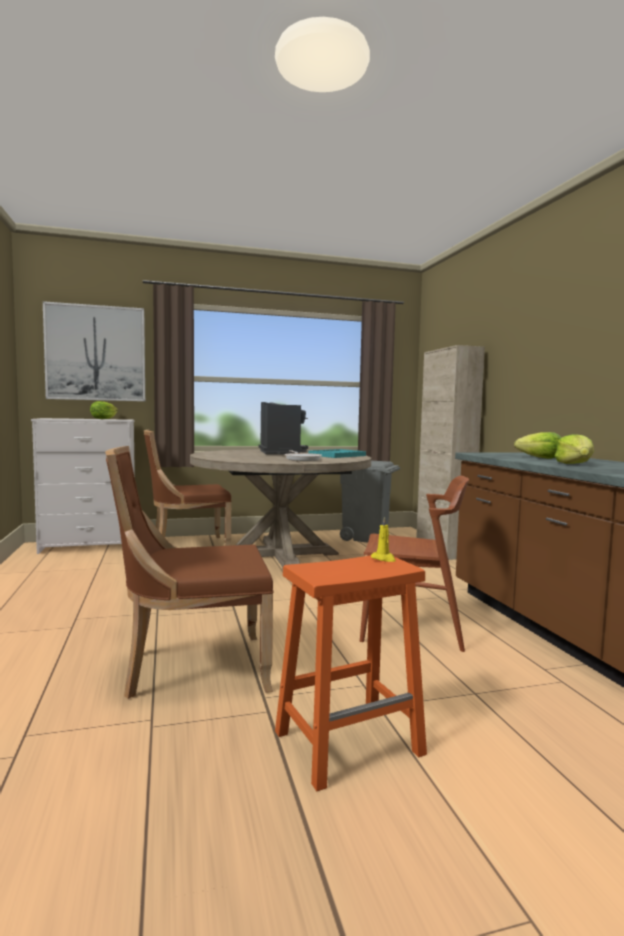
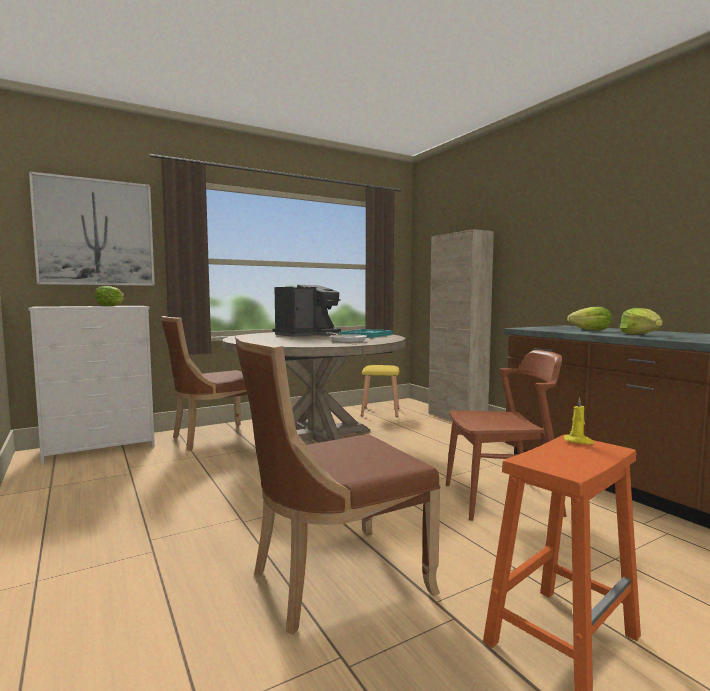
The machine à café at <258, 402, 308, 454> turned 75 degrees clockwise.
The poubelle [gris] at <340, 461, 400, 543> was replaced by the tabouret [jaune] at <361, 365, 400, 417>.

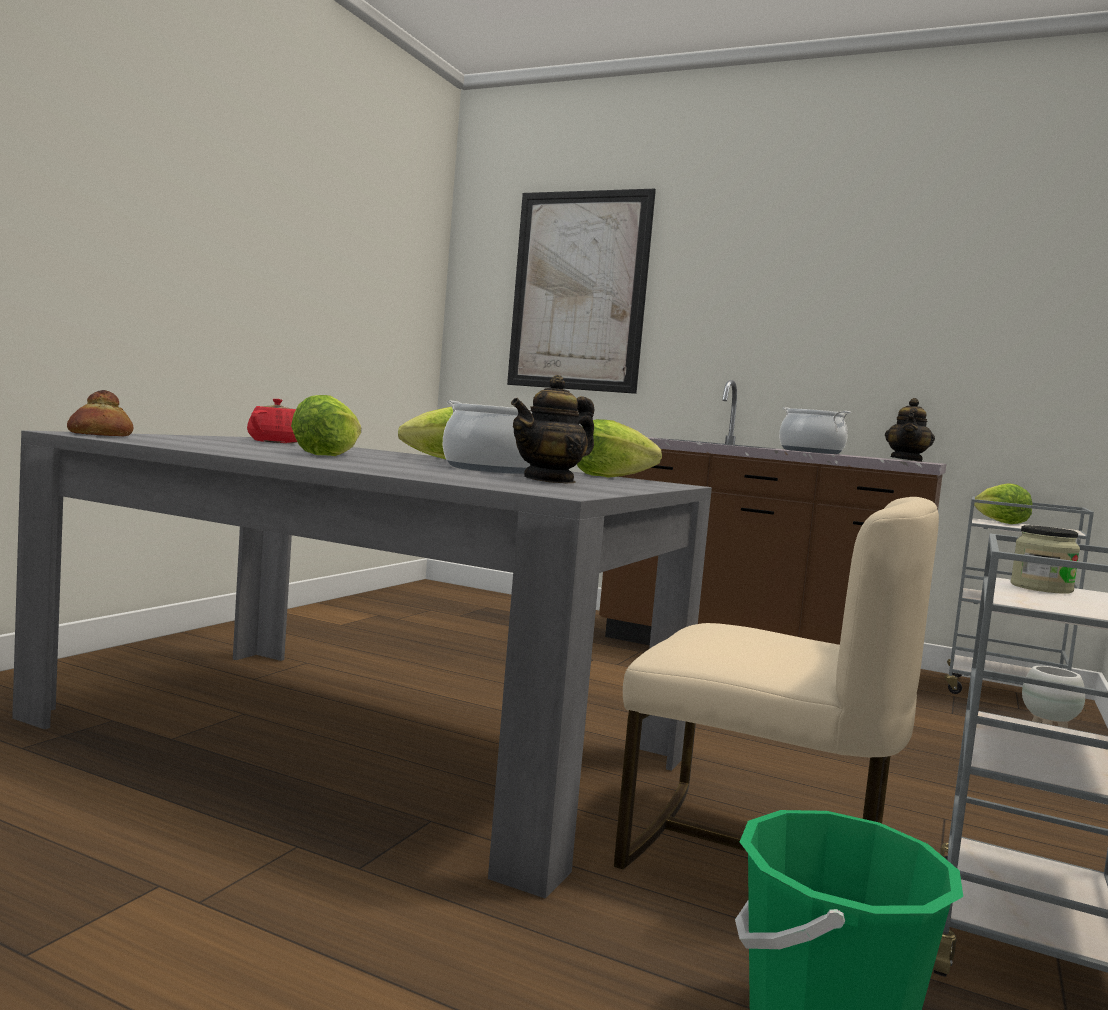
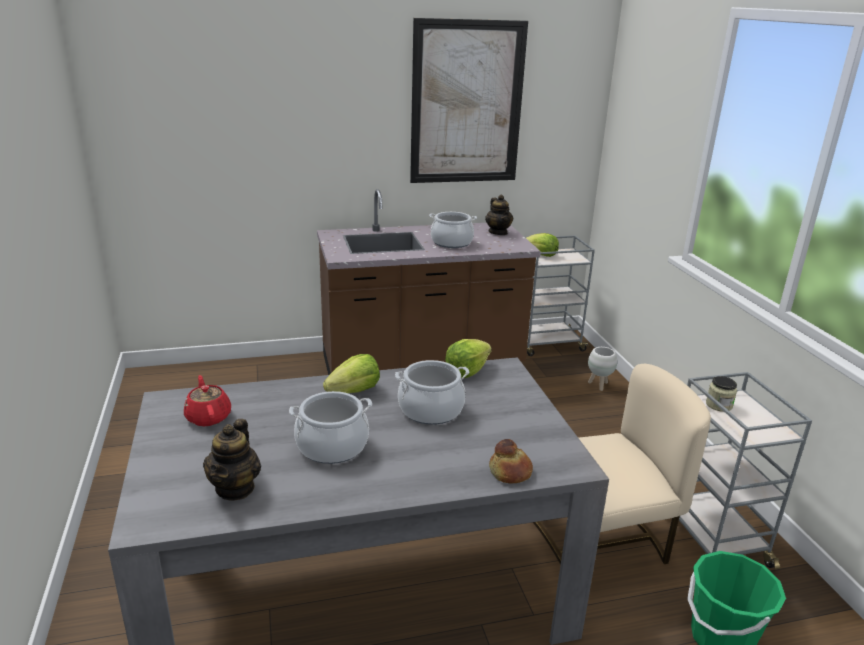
The pain moved from <67, 390, 133, 436> to <489, 439, 533, 483>.
The laitue at <291, 395, 361, 456> was replaced by the marmite at <289, 391, 372, 464>.
The tableau moved from <507, 189, 656, 394> to <410, 18, 528, 183>.
The théière moved from <511, 375, 595, 483> to <203, 419, 261, 501>.

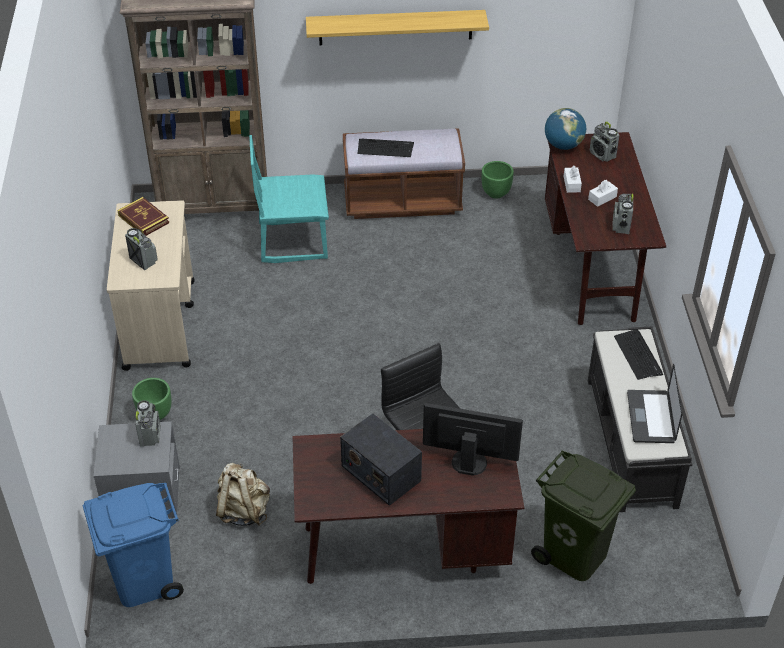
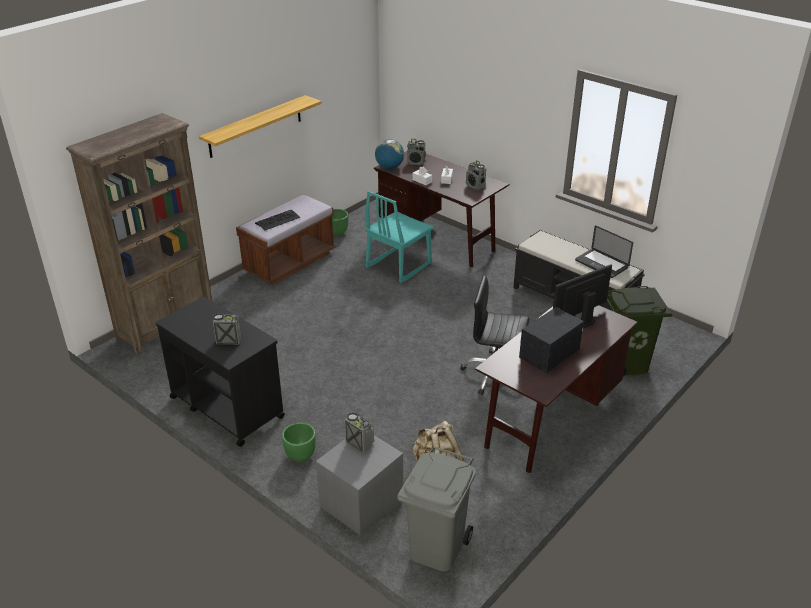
The poubelle [bleu] at <83, 483, 184, 607> became the poubelle [gris] at <397, 446, 476, 571>.
The chariot [beige] at <107, 200, 195, 371> became the chariot [noir] at <155, 297, 285, 447>.
The livre at <117, 197, 169, 236> disappeared.
The chaise [turquoise] moved from <249, 135, 329, 263> to <365, 191, 434, 283>.
The radio at <340, 413, 422, 506> turned 135 degrees clockwise.
The clavier at <614, 329, 663, 380> disappeared.

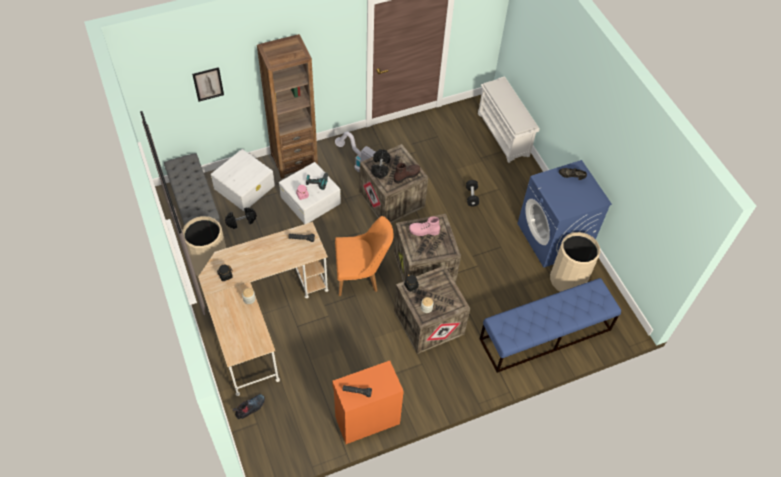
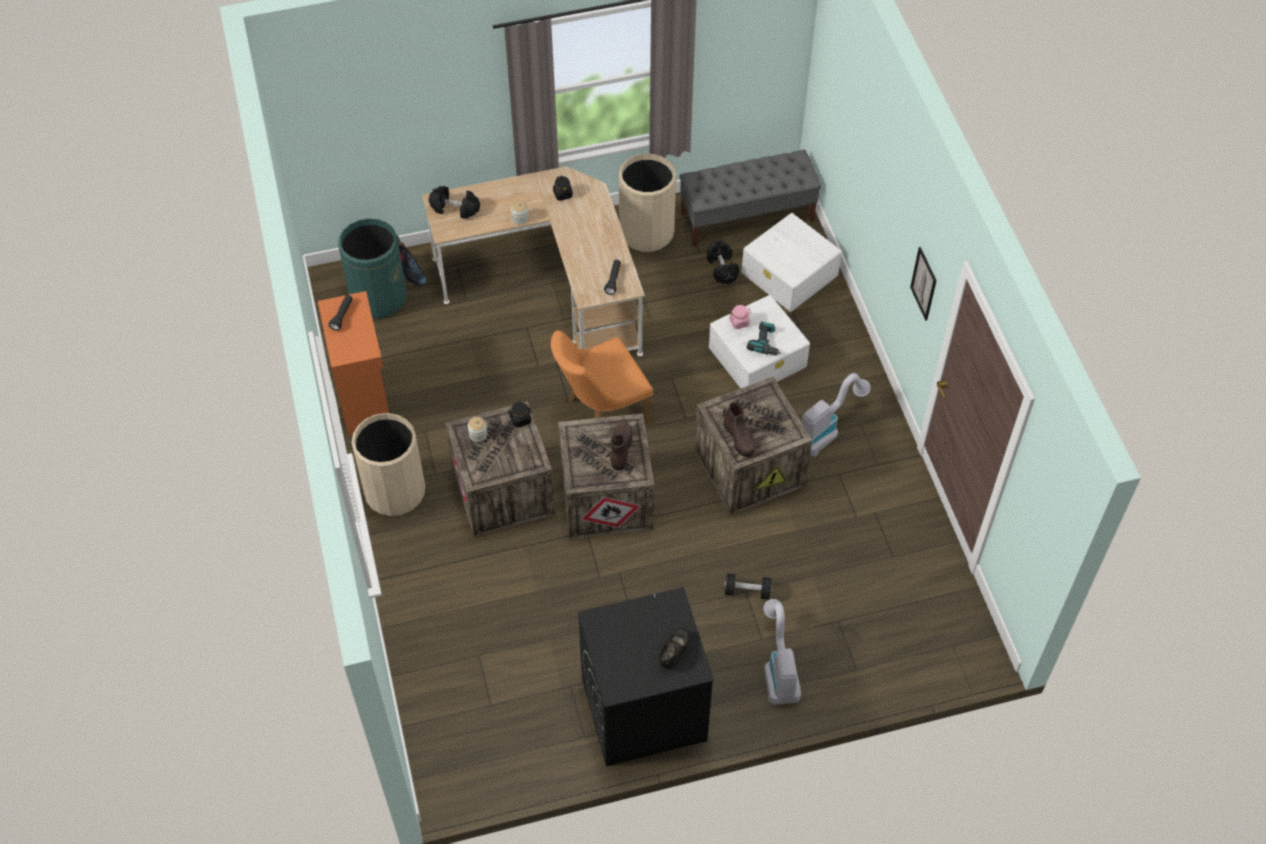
The tableau moved from <192, 67, 224, 102> to <910, 247, 937, 321>.
The bibliothèque [marron] at <257, 34, 318, 179> disappeared.
The chaise [orange] at <335, 216, 394, 296> turned 60 degrees clockwise.
The haltère [noir] moved from <371, 149, 390, 178> to <429, 186, 480, 219>.
The botte [rose] at <409, 217, 440, 236> became the botte [marron] at <611, 422, 633, 471>.
The étagère à chaussures [blanc] at <478, 76, 540, 163> disappeared.
The banc [bleu] at <480, 278, 621, 373> disappeared.
The lave-linge [bleu] at <517, 160, 612, 267> became the lave-linge [noir] at <578, 587, 714, 766>.
The poubelle [beige] moved from <550, 232, 600, 292> to <352, 413, 425, 516>.
The poubelle [vert] at <338, 219, 406, 319> appeared.
The aspirateur at <763, 599, 801, 705> appeared.

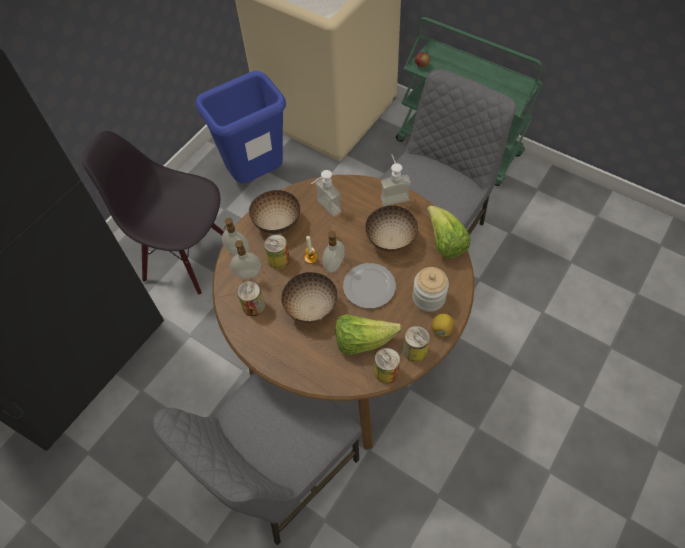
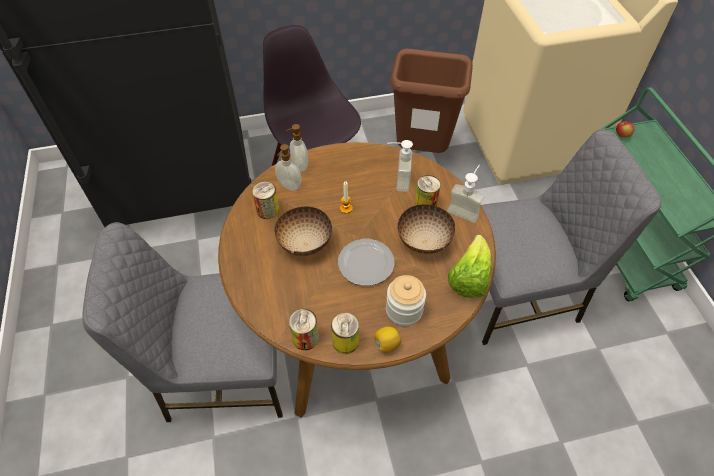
The poubelle [bleu] at <195, 71, 286, 183> became the poubelle [marron] at <390, 49, 473, 153>.
The bol at <249, 190, 300, 234> disappeared.
The boîte métallique moved from <264, 234, 290, 269> to <415, 175, 441, 206>.
The distributeur de savon at <323, 231, 345, 272> disappeared.
The laitue at <335, 314, 402, 355> disappeared.

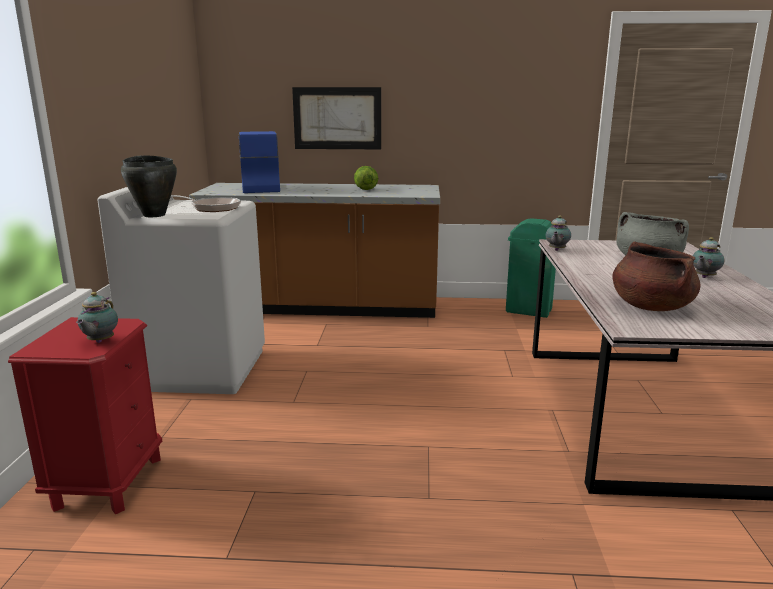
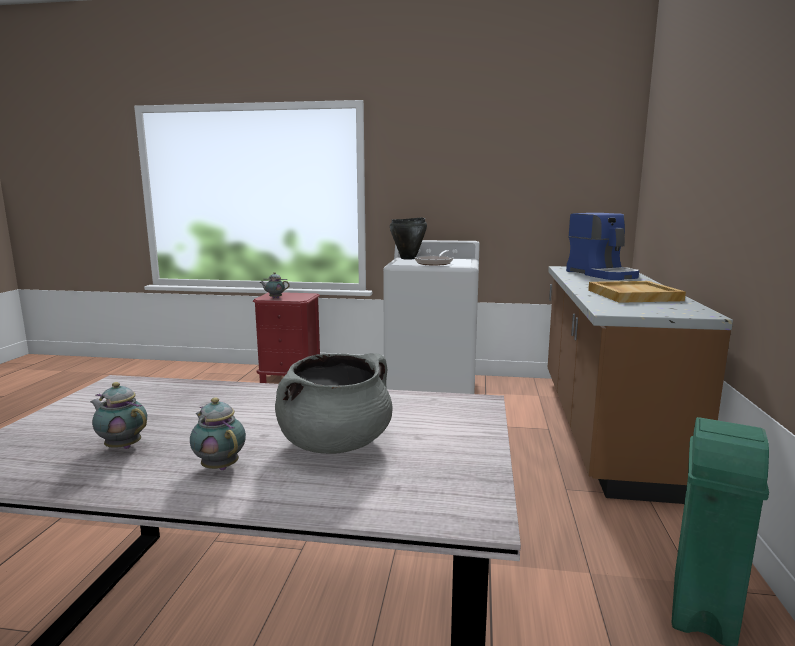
The machine à café at <239, 131, 280, 193> turned 75 degrees clockwise.
The tableau at <292, 87, 381, 149> disappeared.
The laitue at <354, 166, 378, 190> was replaced by the plateau [beige] at <588, 281, 686, 303>.
The théière moved from <546, 215, 571, 251> to <90, 382, 147, 449>.
The marmite [marron] at <613, 241, 700, 311> disappeared.

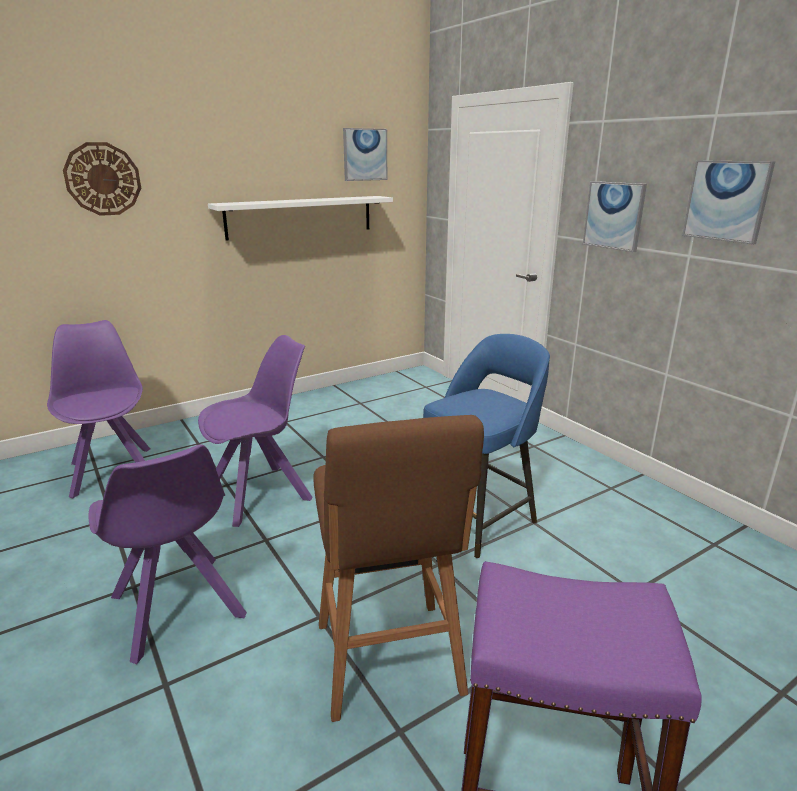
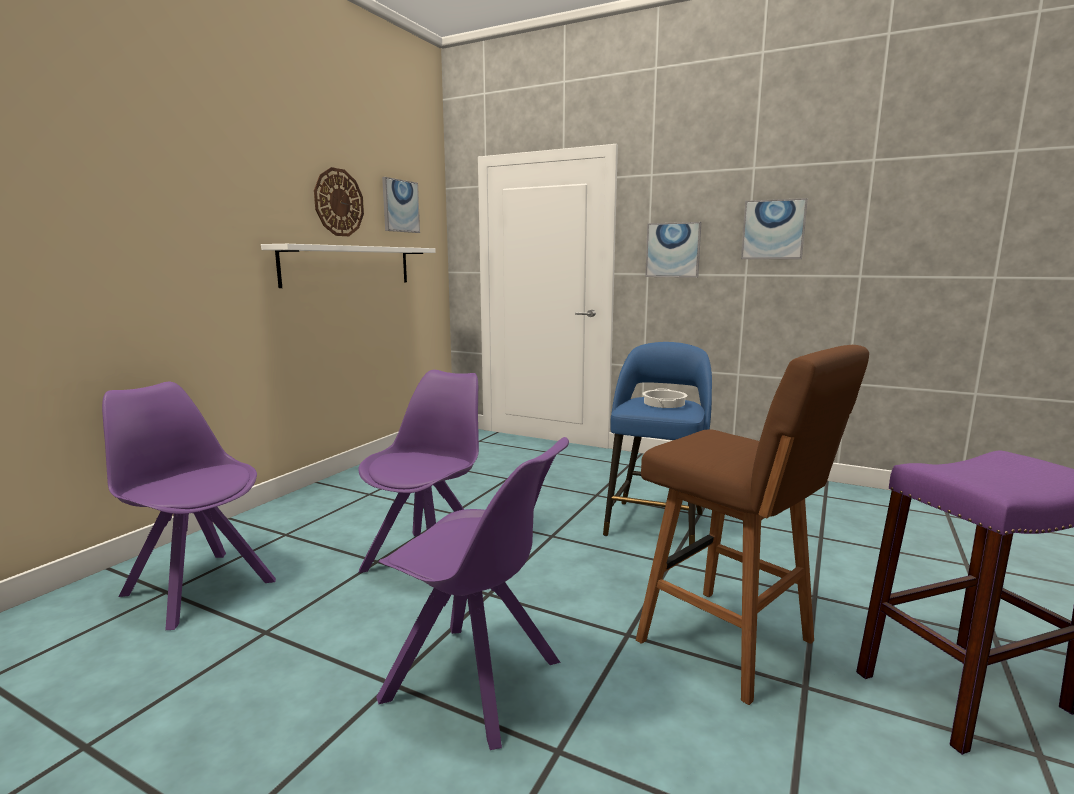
The horloge murale moved from <63, 142, 141, 216> to <314, 167, 364, 236>.
The marmite at <642, 389, 687, 408> appeared.

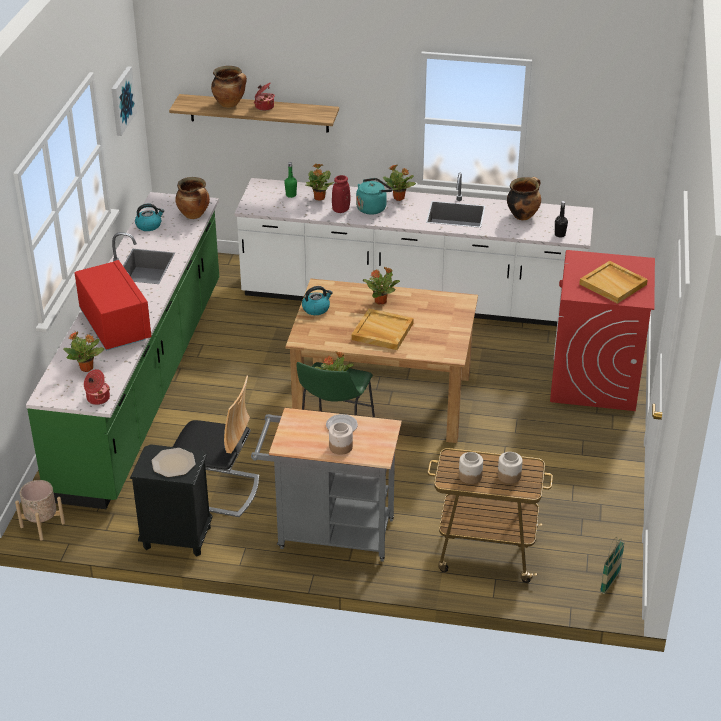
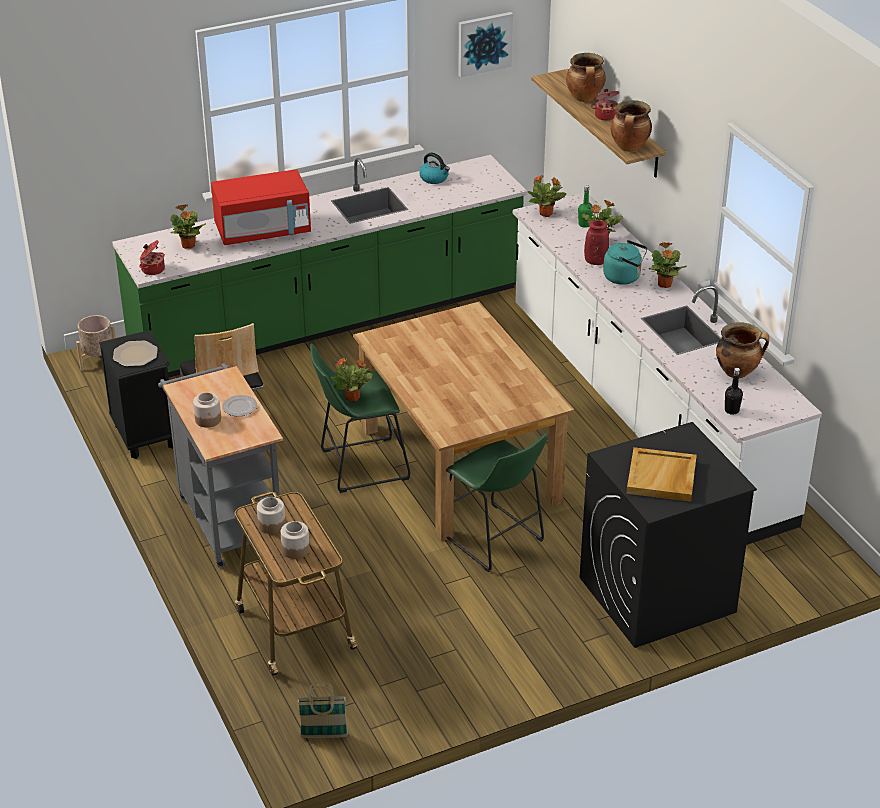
The micro-ondes [rouge] at <75, 260, 151, 351> turned 45 degrees clockwise.
The marmite moved from <175, 177, 210, 219> to <610, 100, 652, 152>.
The bouilloire at <302, 286, 333, 315> disappeared.
The plateau [beige] at <352, 309, 414, 350> disappeared.
The plante en pot moved from <363, 267, 400, 305> to <528, 175, 566, 217>.
The lave-linge [rouge] at <550, 250, 655, 411> became the lave-linge [noir] at <580, 422, 757, 648>.
The tabouret [vert] at <446, 433, 548, 572> appeared.

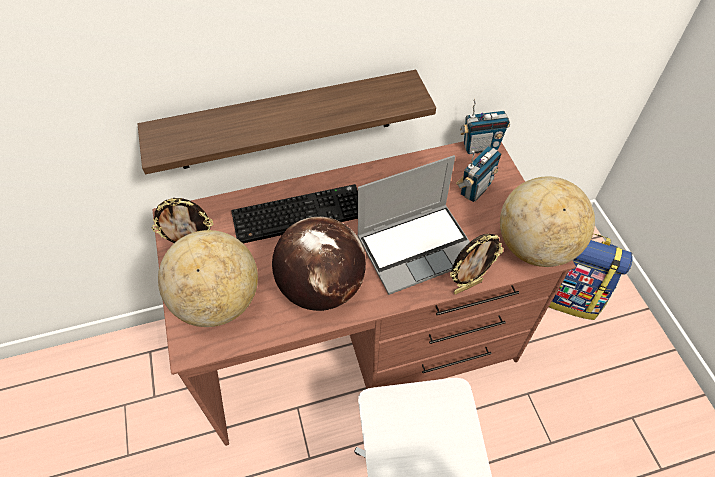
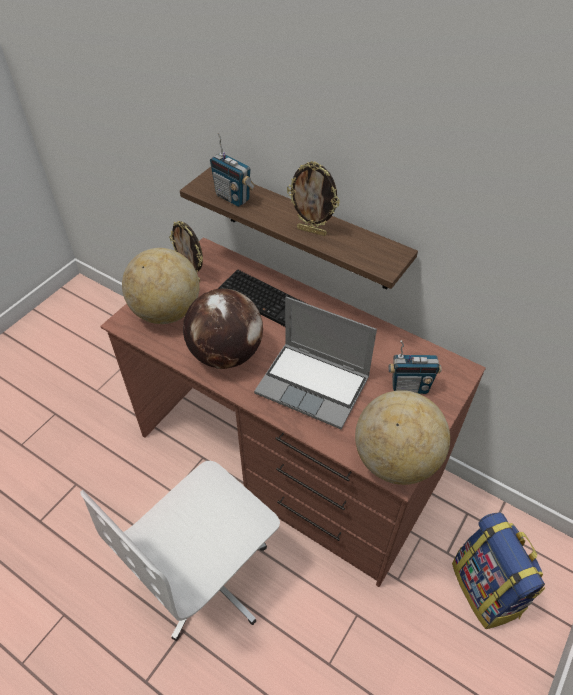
The cadre photo moved from <450, 234, 503, 294> to <287, 161, 340, 236>.
The radio moved from <460, 98, 510, 154> to <210, 133, 255, 207>.

